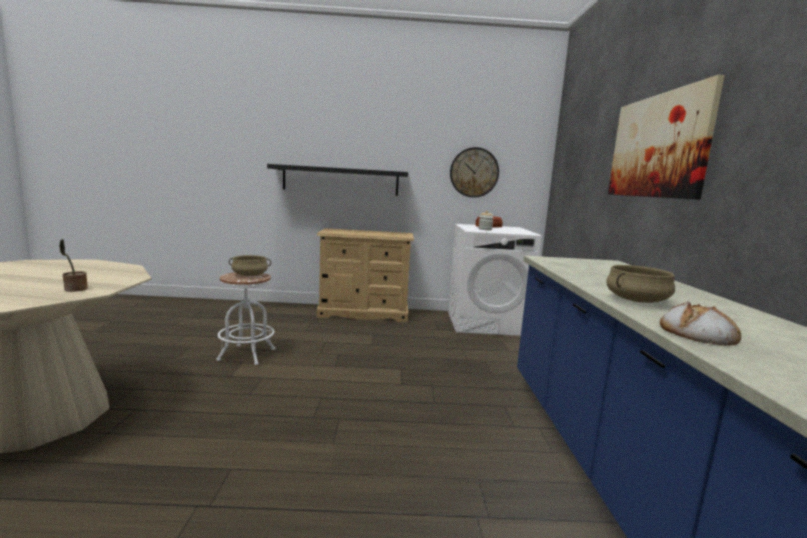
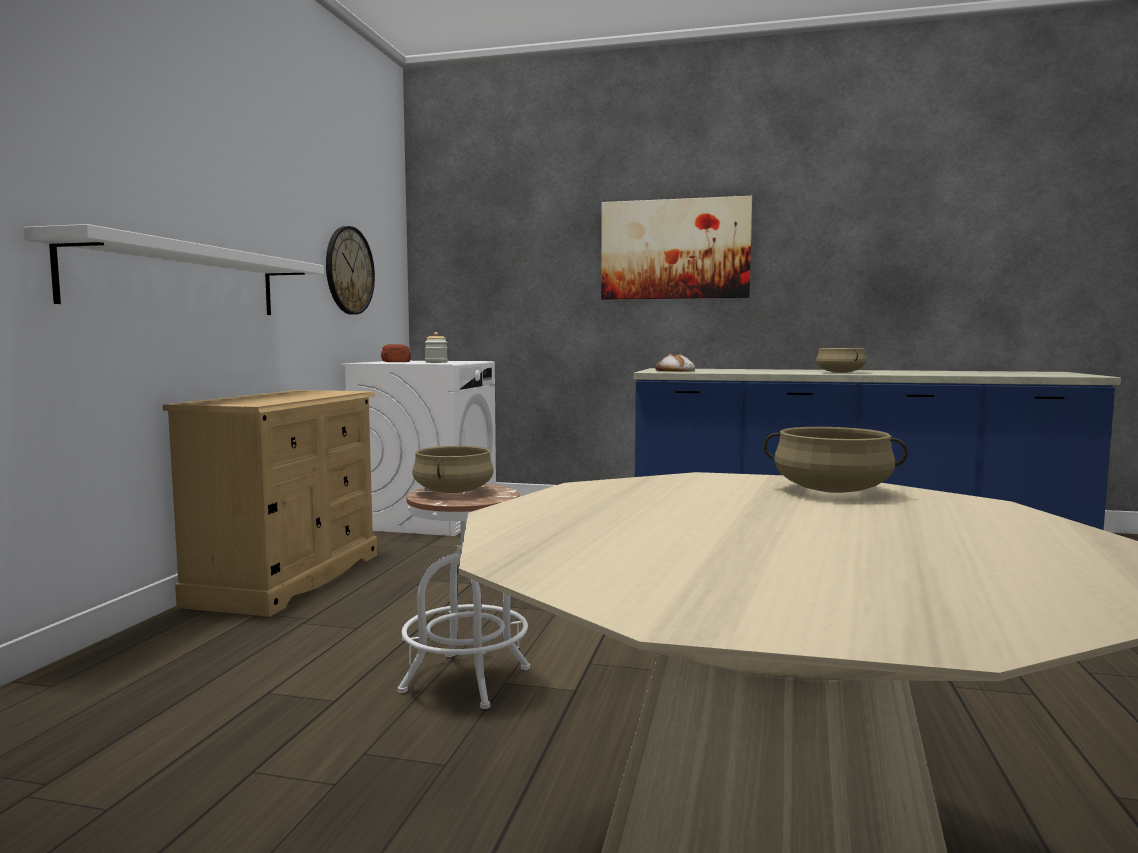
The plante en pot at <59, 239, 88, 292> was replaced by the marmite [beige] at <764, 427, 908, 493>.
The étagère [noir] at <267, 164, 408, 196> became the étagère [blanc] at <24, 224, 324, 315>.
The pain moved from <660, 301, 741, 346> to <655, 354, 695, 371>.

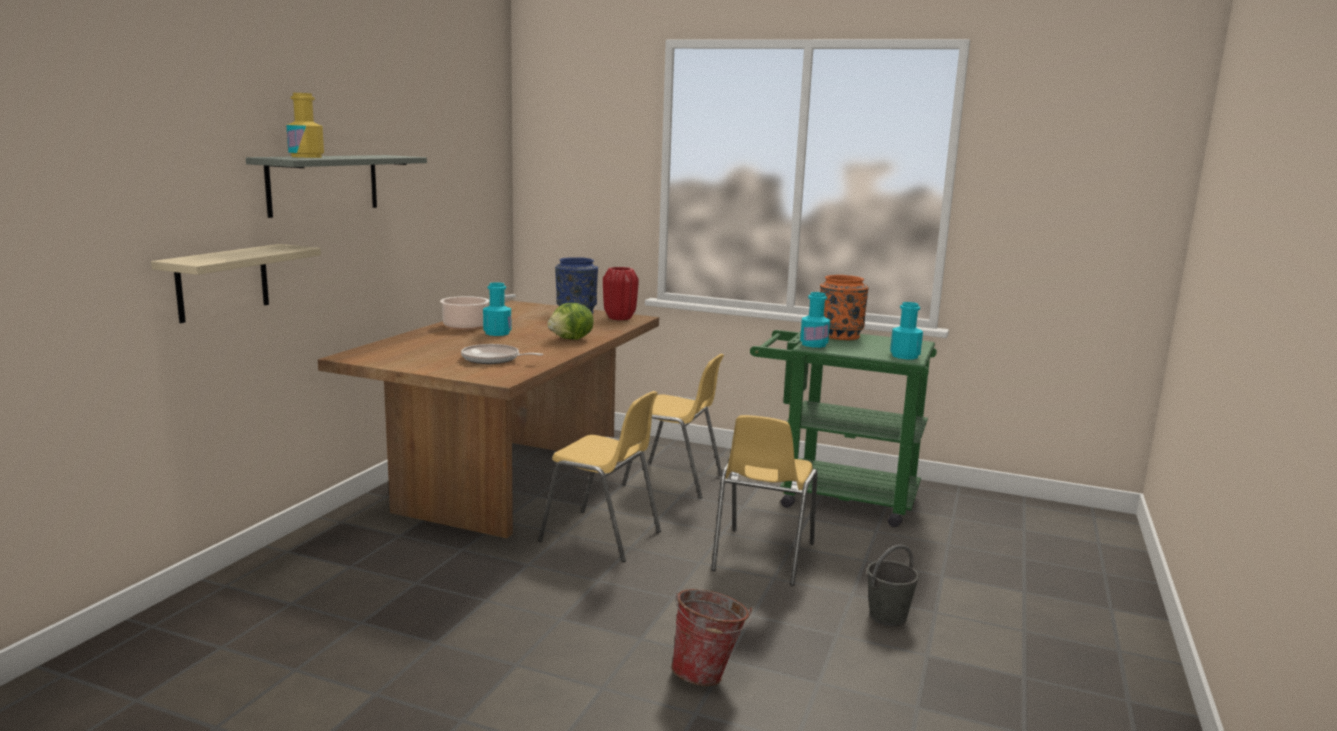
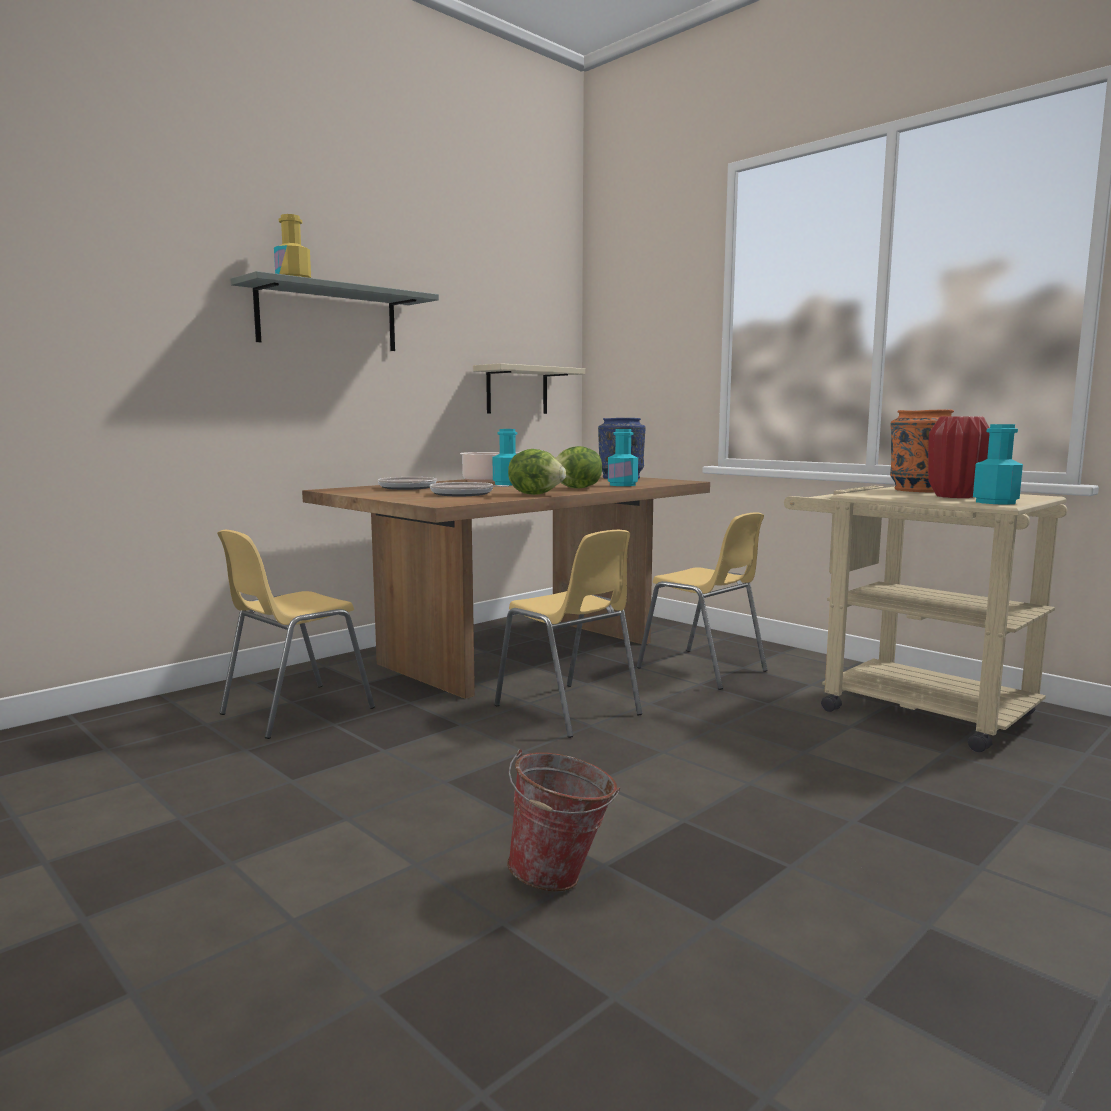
The étagère [beige] moved from <151, 244, 321, 323> to <473, 363, 585, 414>.
The vase [rouge] moved from <603, 267, 639, 320> to <928, 417, 990, 498>.
The chaise [jaune] moved from <711, 415, 817, 586> to <217, 530, 375, 739>.
The chariot [vert] at <750, 330, 937, 527> became the chariot [beige] at <784, 486, 1067, 752>.
The bouteille [turquoise] moved from <800, 292, 830, 348> to <608, 429, 638, 486>.
The seau [gris] at <867, 544, 919, 626> disappeared.
The poêle at <378, 477, 437, 490> appeared.
The laitue at <508, 449, 566, 495> appeared.

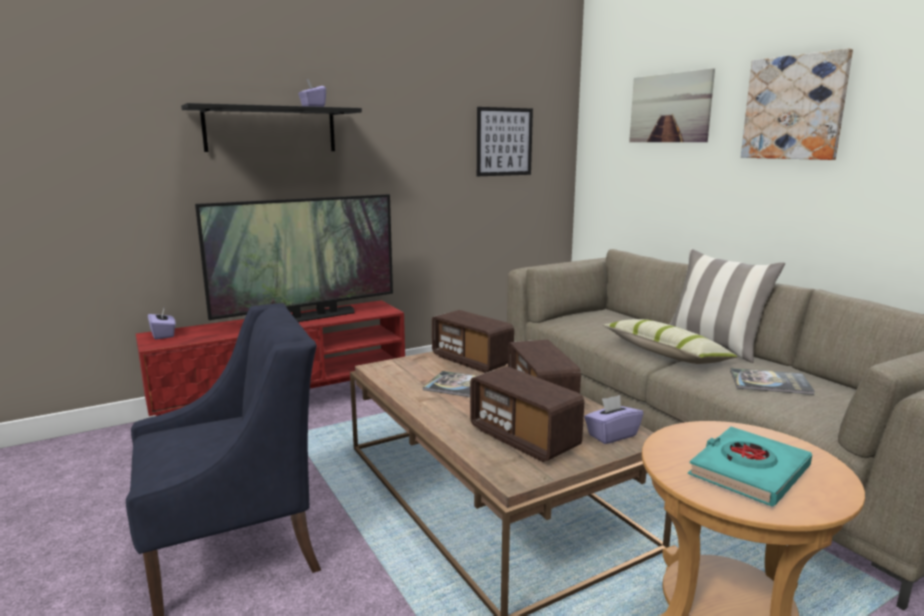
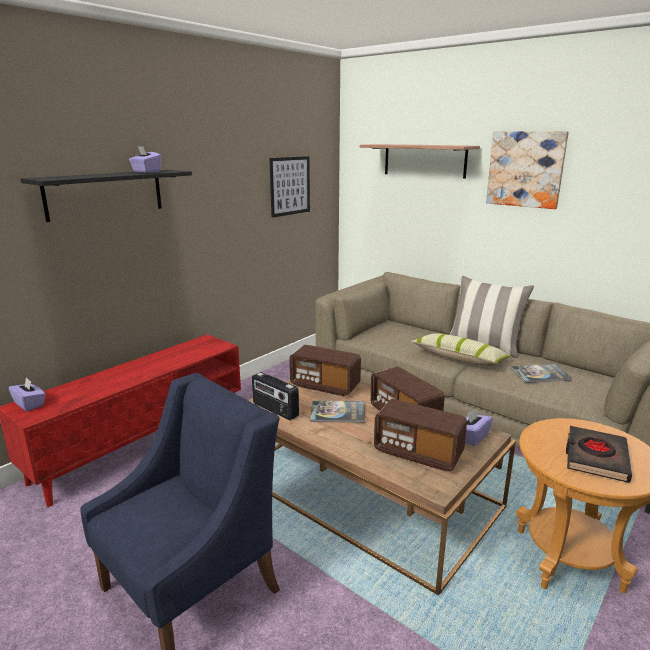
The téléviseur at <195, 194, 393, 322> disappeared.
The tableau at <629, 68, 715, 142> was replaced by the étagère at <360, 144, 480, 179>.
The livre [turquoise] at <688, 427, 812, 507> became the livre [noir] at <566, 426, 632, 483>.
The radio at <252, 372, 299, 420> appeared.

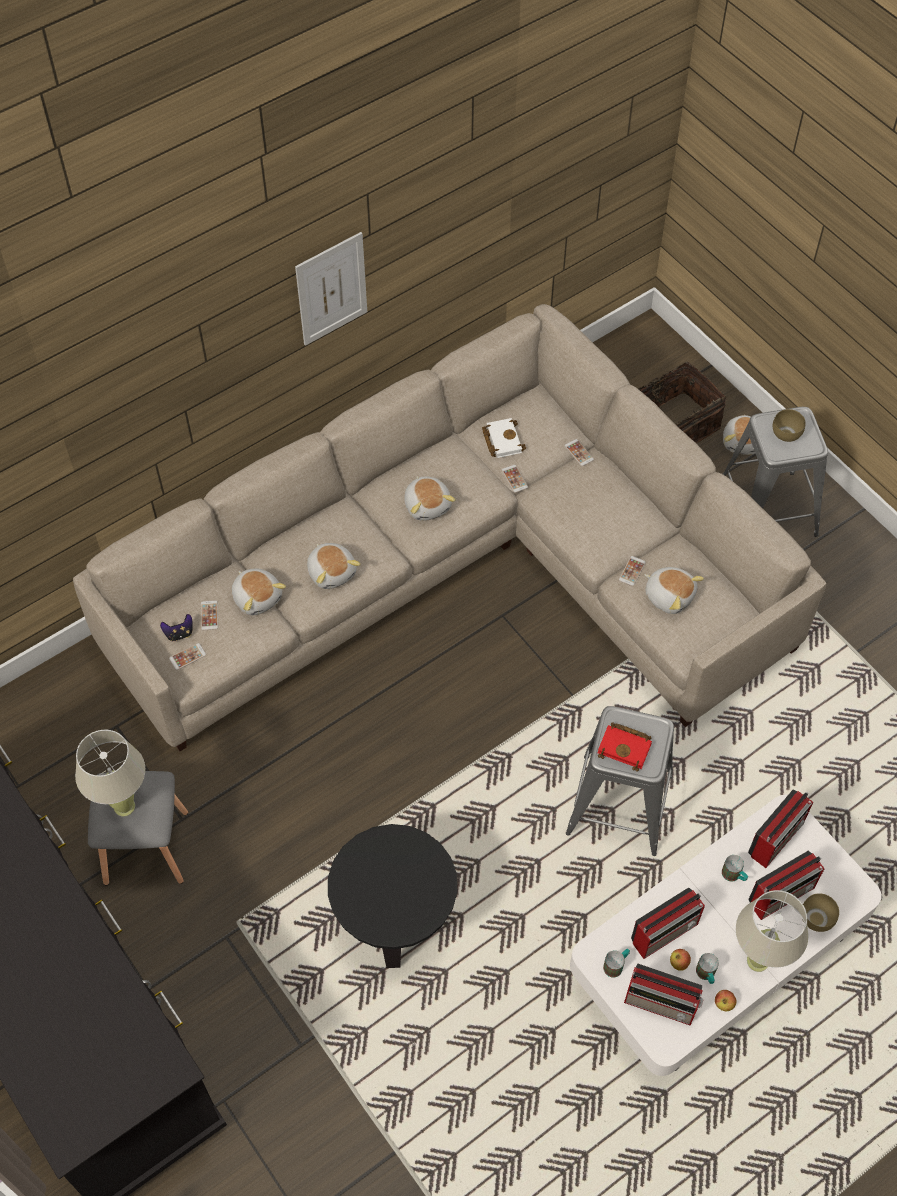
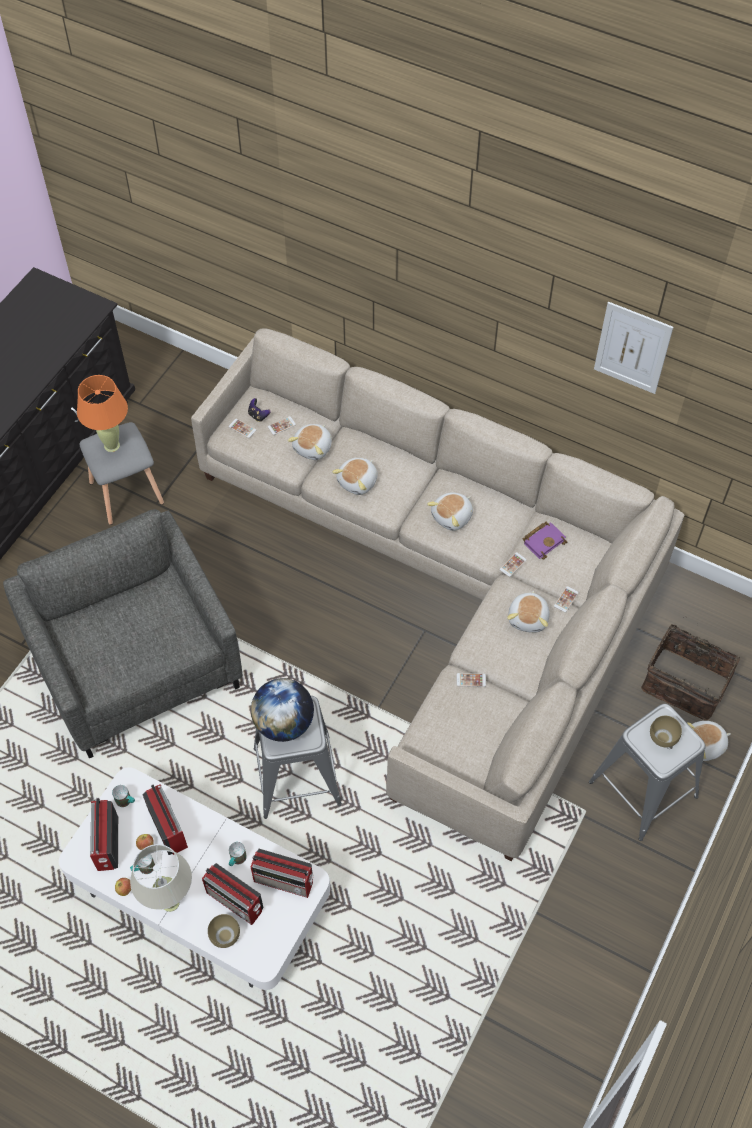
The lampe de table [beige] at <75, 730, 145, 817> became the lampe de table [orange] at <77, 375, 128, 452>.
The tableau moved from <295, 232, 367, 346> to <594, 302, 673, 394>.
The table d'appoint [noir] at <328, 824, 457, 968> was replaced by the fauteuil [gris] at <3, 509, 242, 759>.
The livre [blanc] at <482, 418, 526, 458> became the livre [violet] at <523, 522, 567, 559>.
The livre [rouge] at <598, 722, 652, 772> was replaced by the globe at <251, 678, 314, 742>.
The radio at <631, 887, 705, 959> turned 150 degrees counterclockwise.
The peluche moved from <644, 567, 704, 614> to <507, 591, 550, 633>.

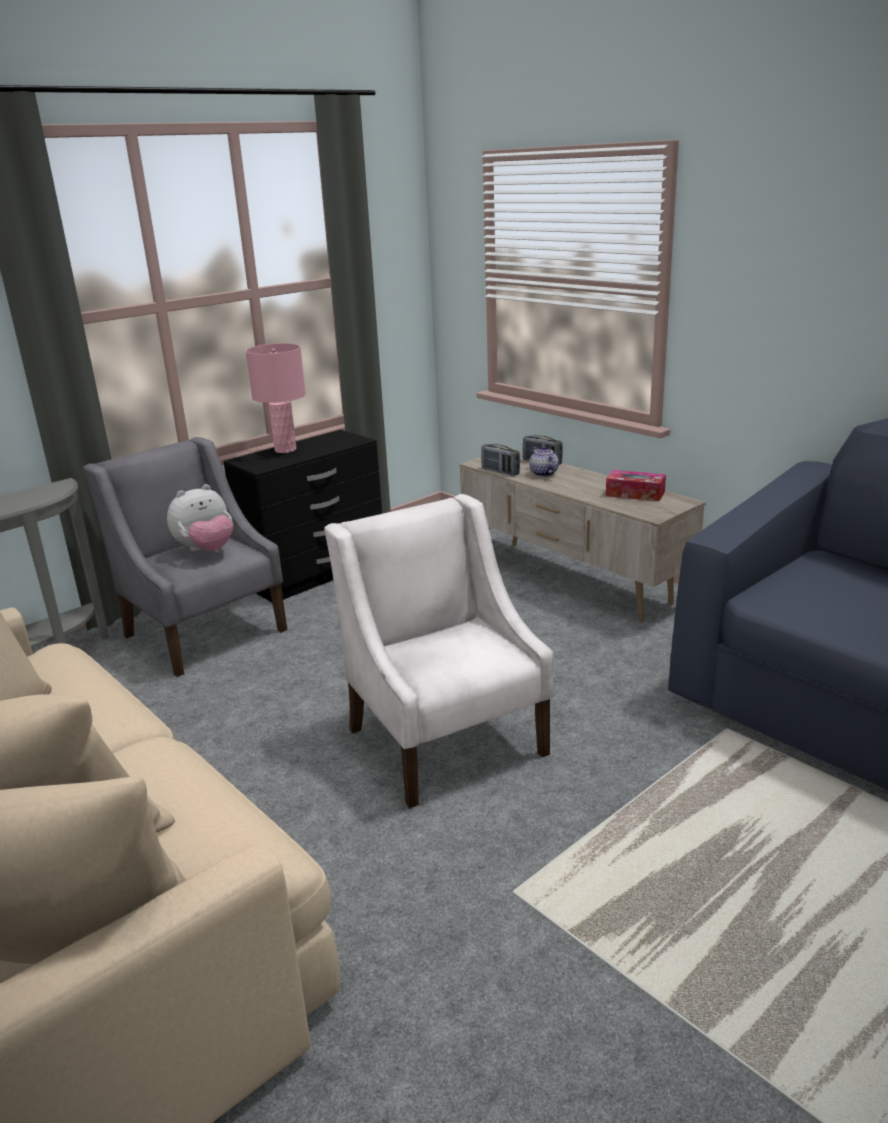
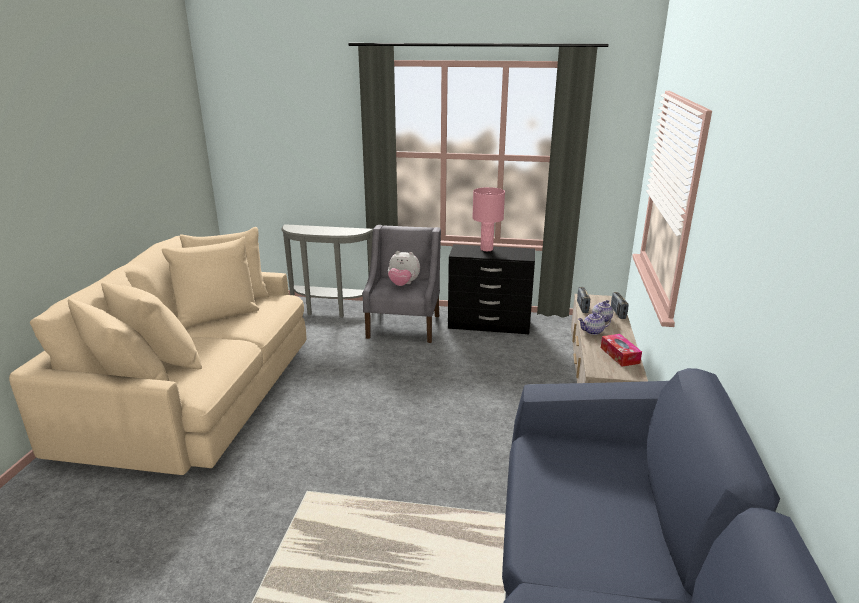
The fauteuil [blanc] at <324, 494, 554, 808> disappeared.
The théière at <578, 313, 611, 335> appeared.

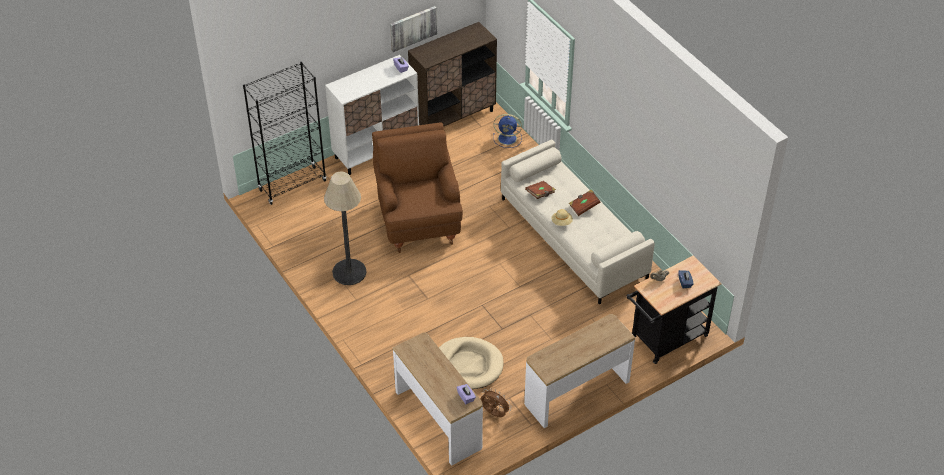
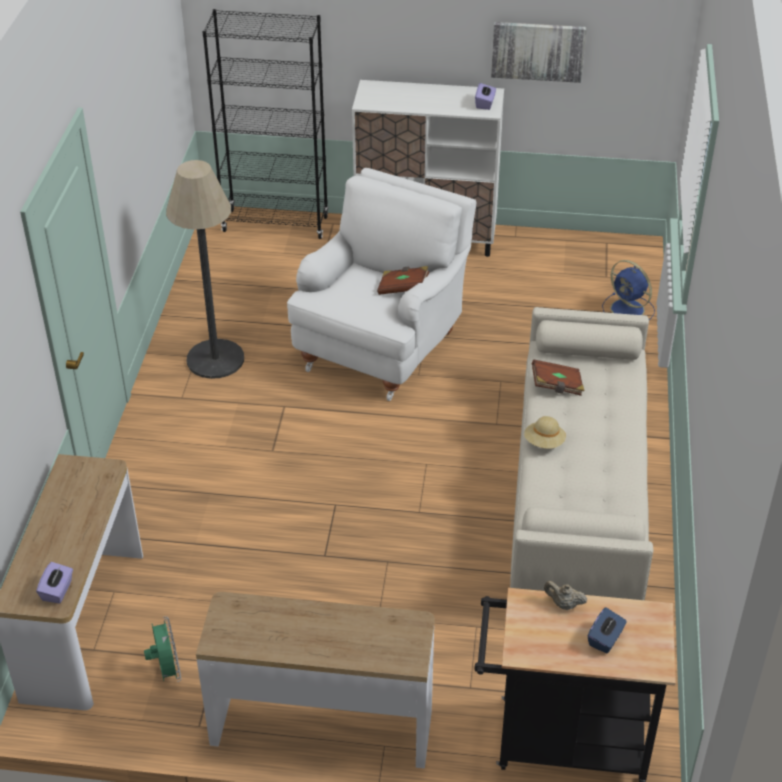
The fauteuil [marron] at <372, 122, 463, 253> became the fauteuil [blanc] at <287, 168, 476, 401>.
The meuble de rangement [marron] at <408, 22, 497, 126> disappeared.
The panier pour chien [beige] at <439, 337, 503, 389> disappeared.
The ventilateur [marron] at <480, 388, 512, 417> became the ventilateur [vert] at <144, 616, 181, 682>.
The livre [marron] moved from <569, 190, 601, 216> to <377, 266, 429, 295>.

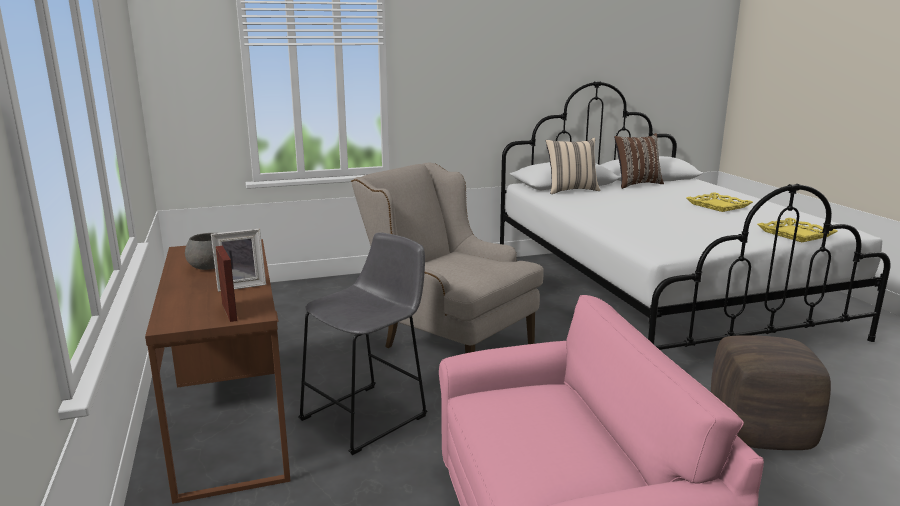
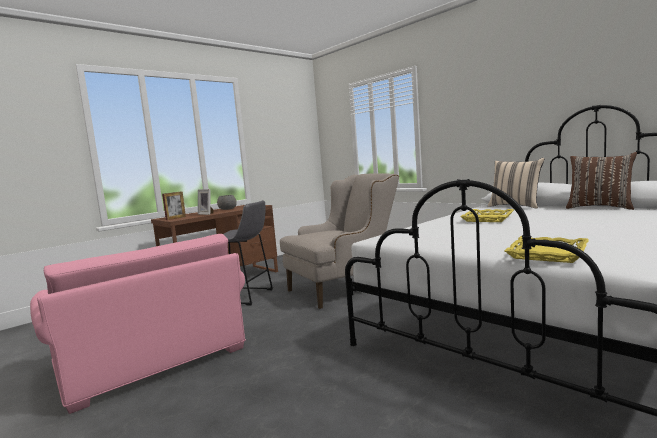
The fauteuil [beige] at <351, 163, 544, 353> turned 45 degrees clockwise.
The plateau [jaune] moved from <686, 192, 753, 212> to <460, 209, 514, 222>.
The pouf [marron] at <711, 335, 831, 450> disappeared.

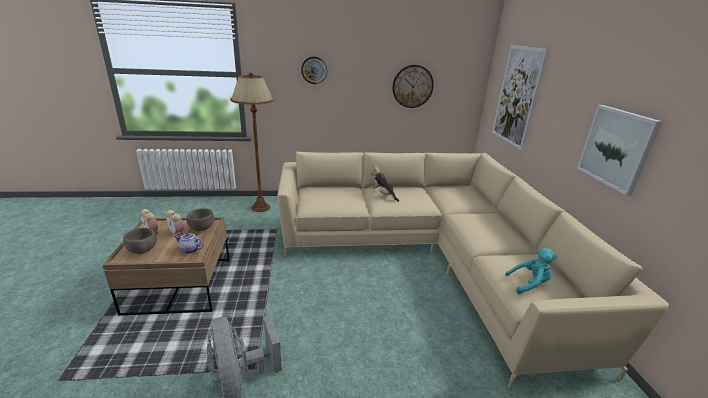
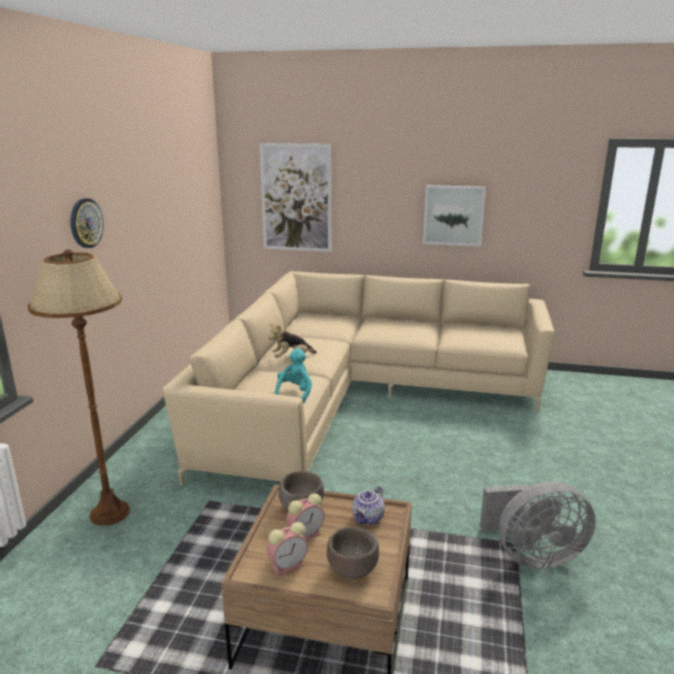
The horloge murale at <393, 65, 434, 108> disappeared.
The peluche [turquoise] moved from <505, 248, 557, 294> to <275, 348, 312, 404>.

